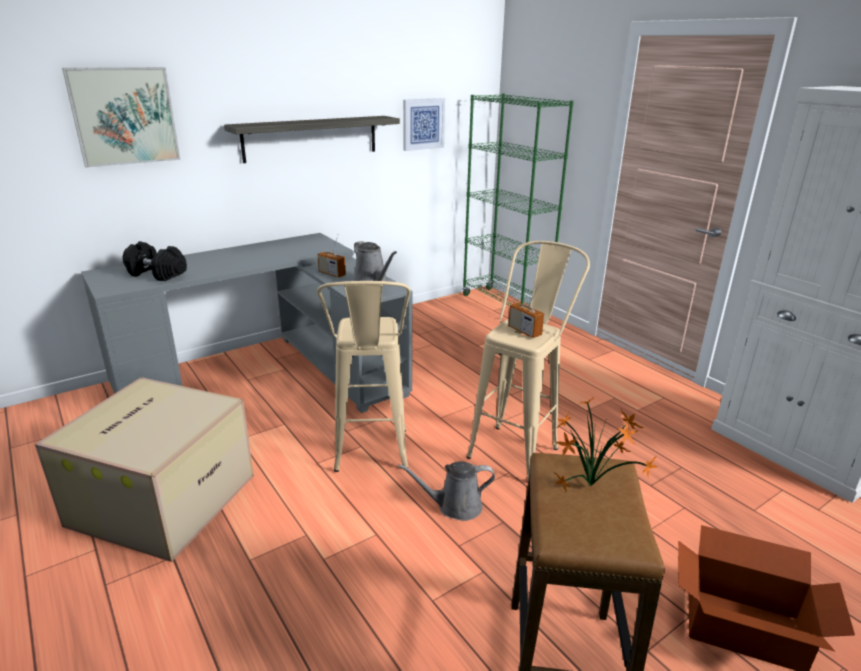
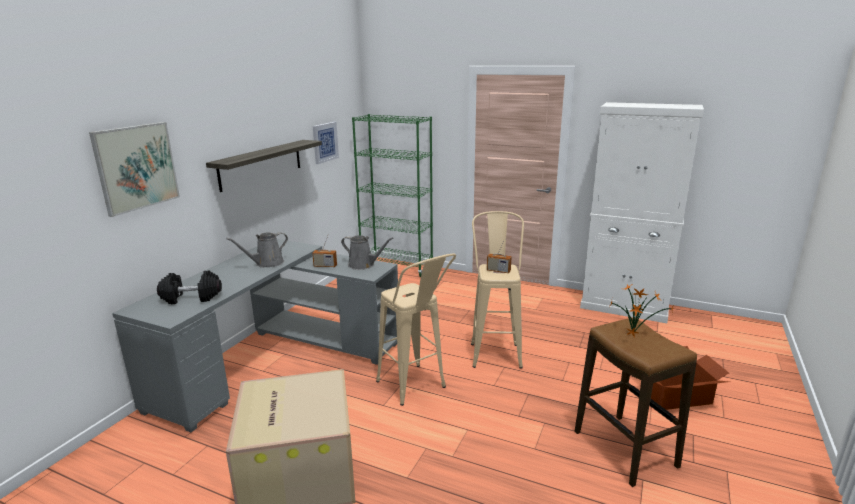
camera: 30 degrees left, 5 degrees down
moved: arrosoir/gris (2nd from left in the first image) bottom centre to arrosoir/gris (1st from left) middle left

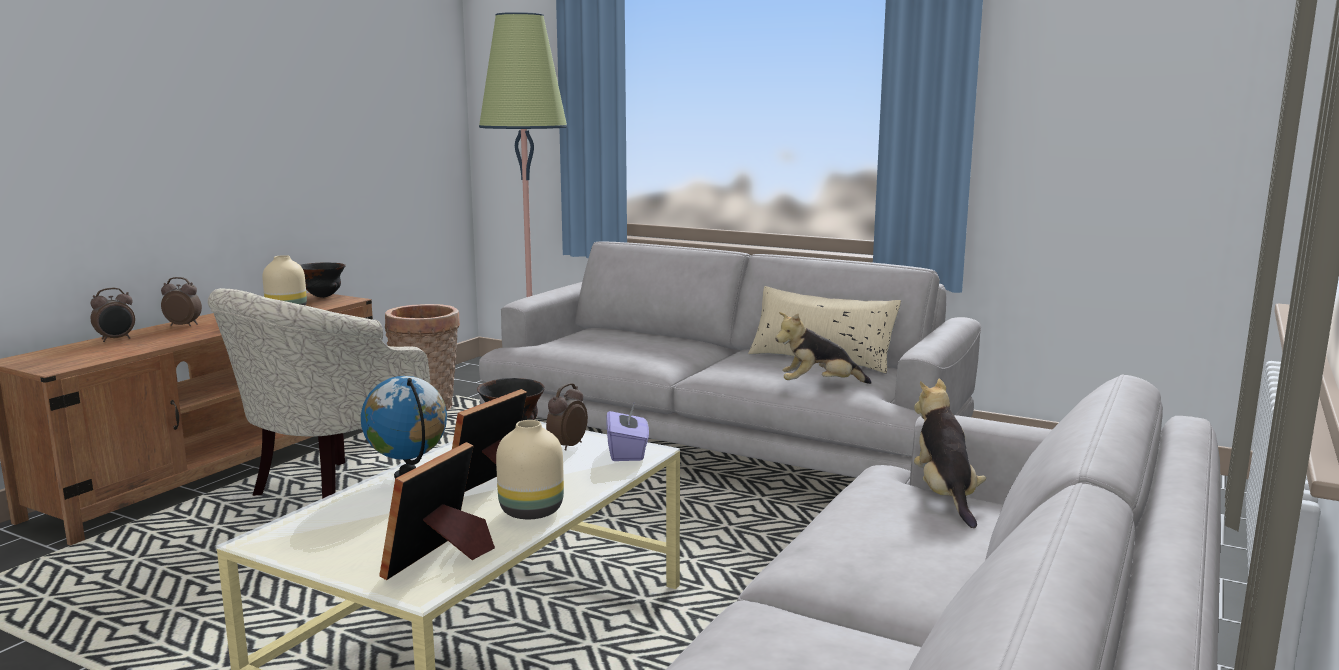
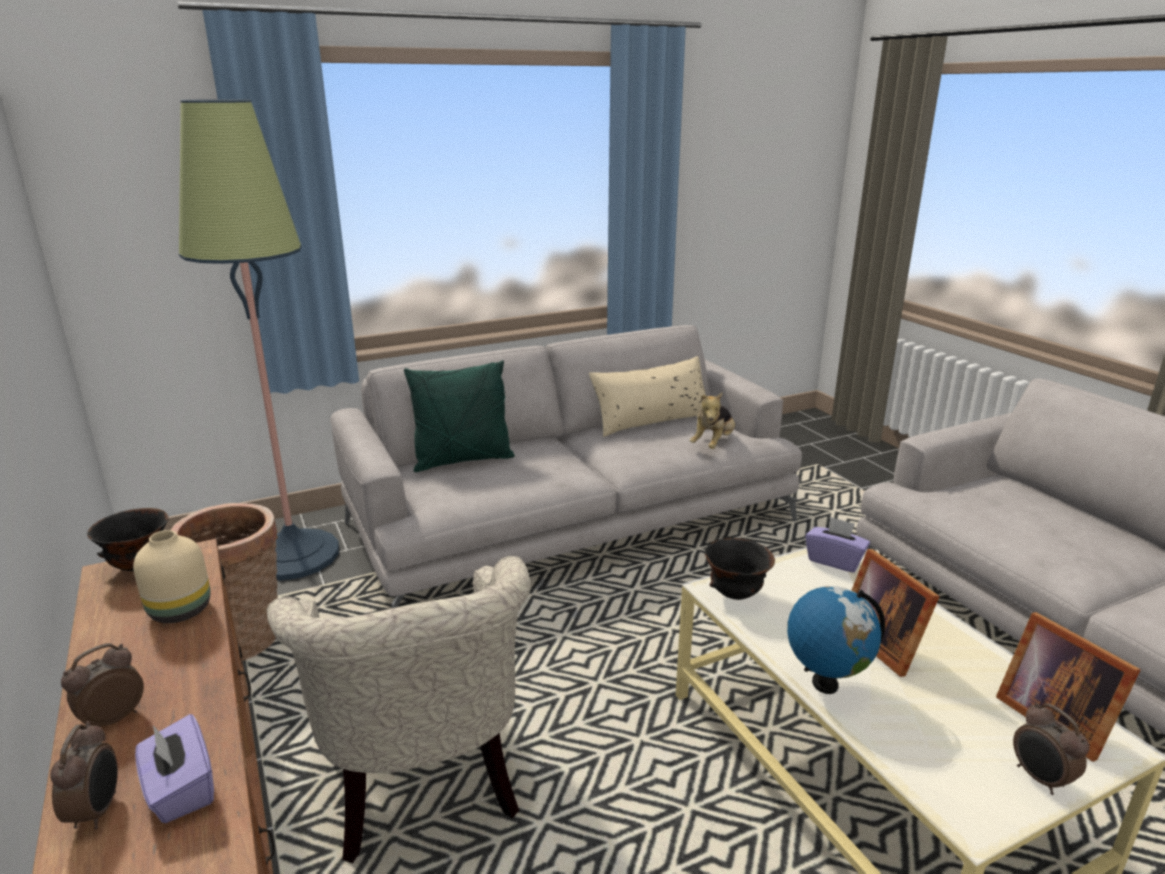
camera: 55 degrees left, 10 degrees up
removed: peluche (2nd from left) bottom right; vase/beige (2nd from left) bottom centre
added: coussin/vert centre; boîte à mouchoirs/violet (1st from left) bottom left
moved: réveil (3rd from left) centre to bottom right

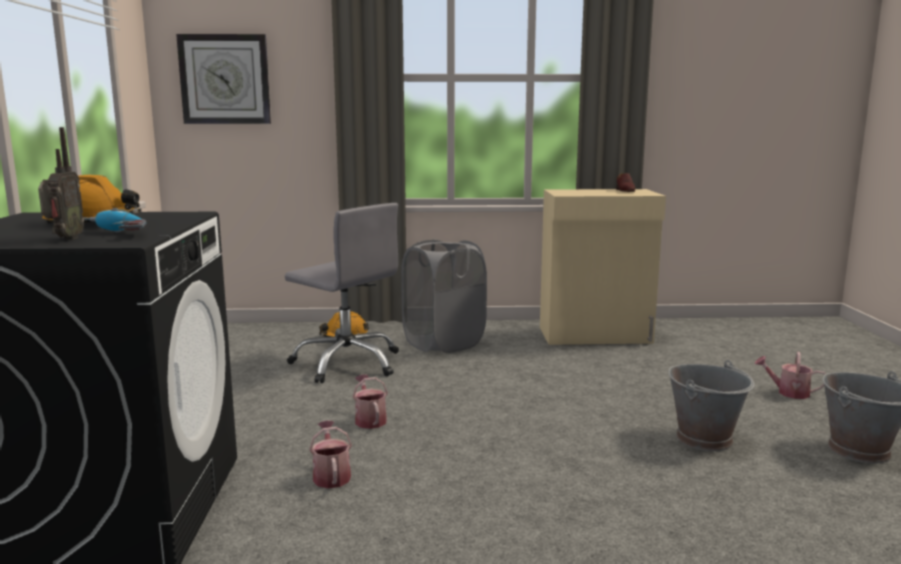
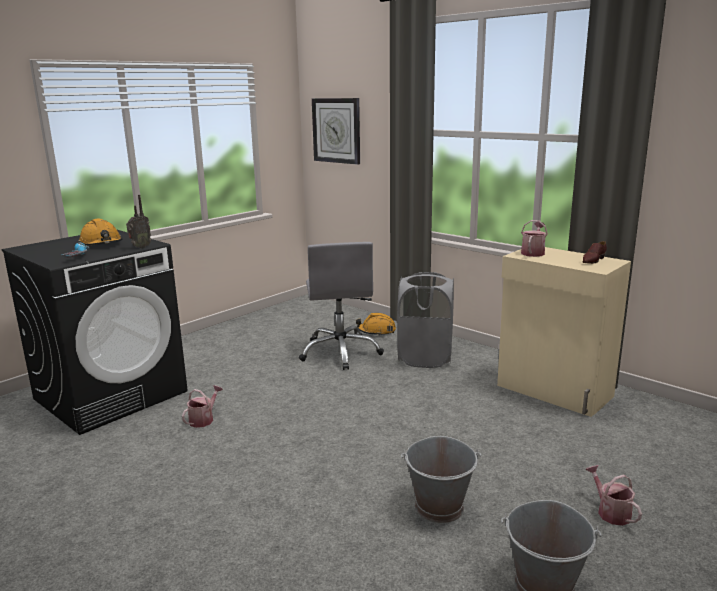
camera: 45 degrees right, 5 degrees up
moved: radio top left to middle left; arrosoir (2nd from left) bottom centre to middle right

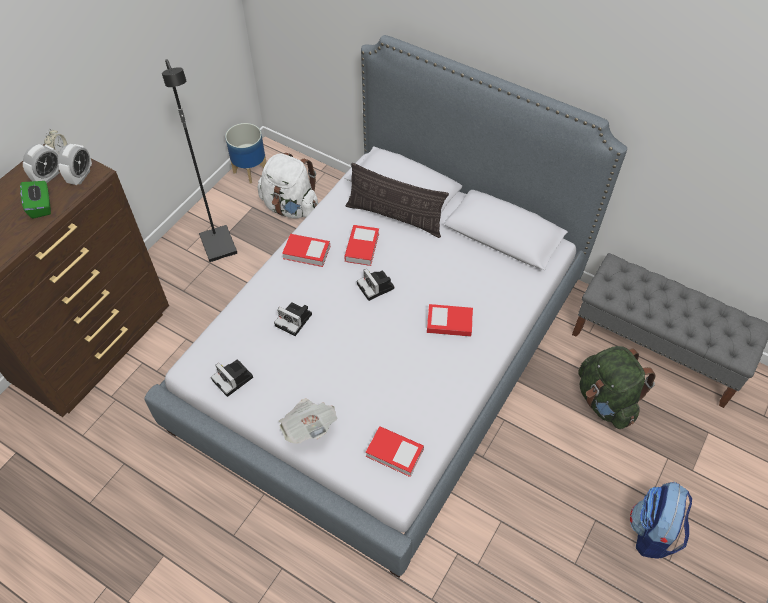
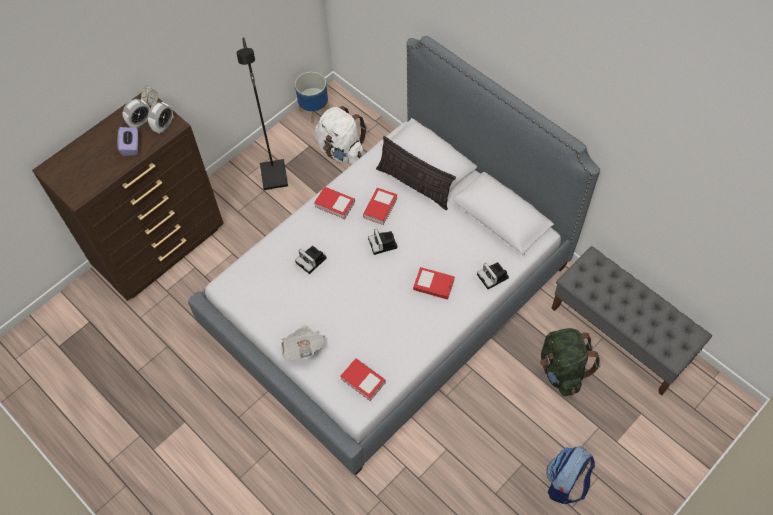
camera: 15 degrees right, 5 degrees up
moved: appareil photo (1st from left in the first image) middle left to appareil photo (3rd from left) centre
recoloured: boîte à mouchoirs/vert top left to boîte à mouchoirs/violet top left

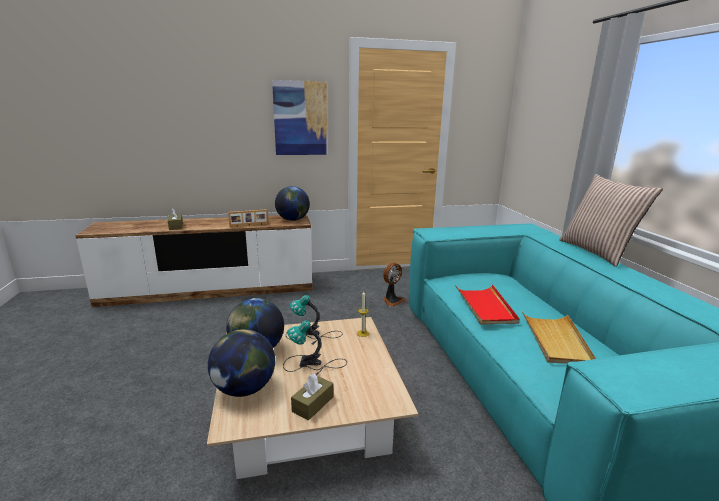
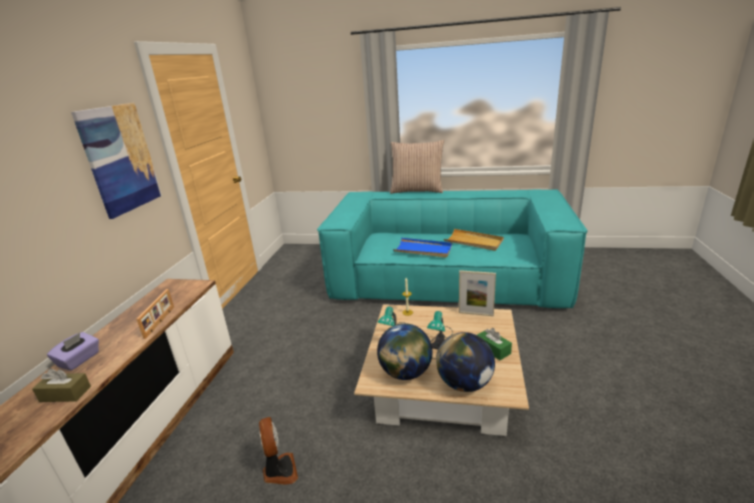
camera: 65 degrees left, 5 degrees up
removed: globe (3rd from left) centre
added: cadre photo (2nd from left) centre; boîte à mouchoirs/violet bottom left
moved: ventilateur centre to bottom centre
recoloured: plateau/rouge middle right to plateau/bleu centre; boîte à mouchoirs/marron (2nd from left) bottom centre to boîte à mouchoirs/vert bottom centre

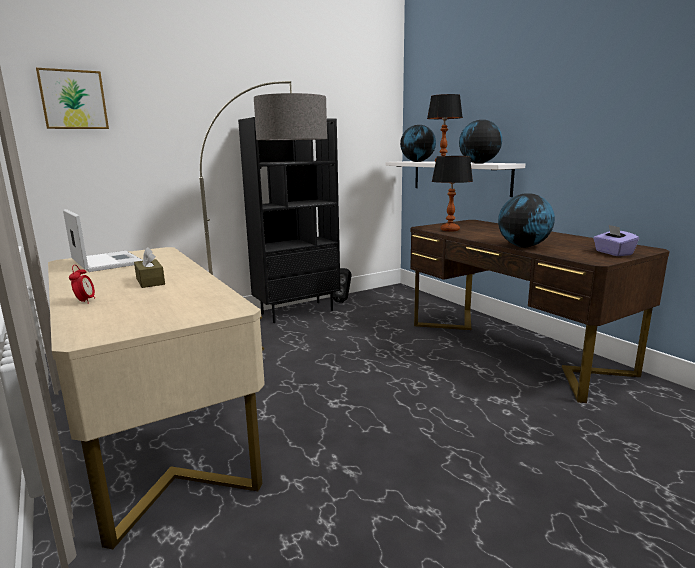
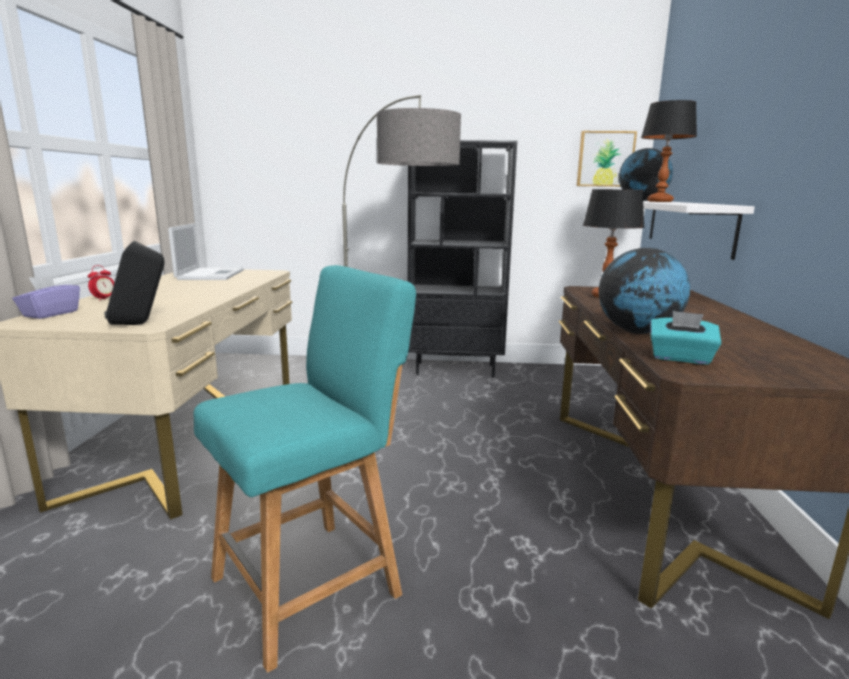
camera: 35 degrees right, 0 degrees up
removed: globe (2nd from left) top right; boîte à mouchoirs/marron middle left
added: chaise/turquoise bottom centre; boîte à mouchoirs/turquoise middle right
moved: tableau top left to top right; boîte à mouchoirs/violet middle right to middle left; enceinte/noir centre to middle left

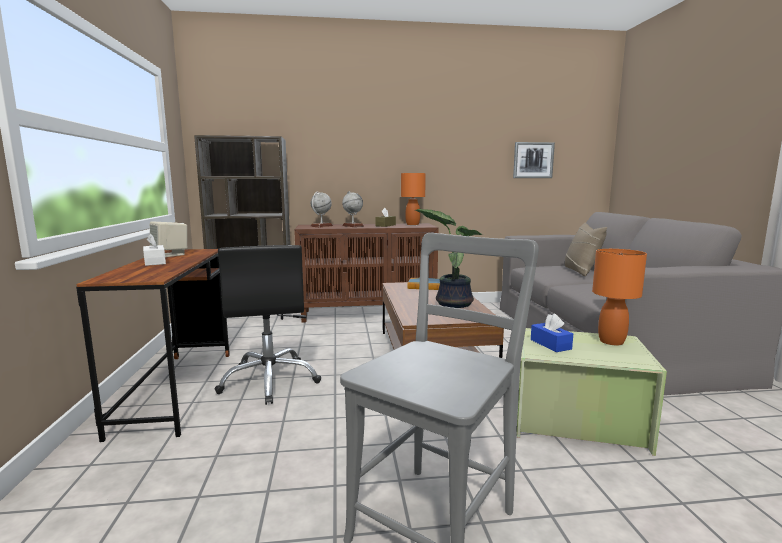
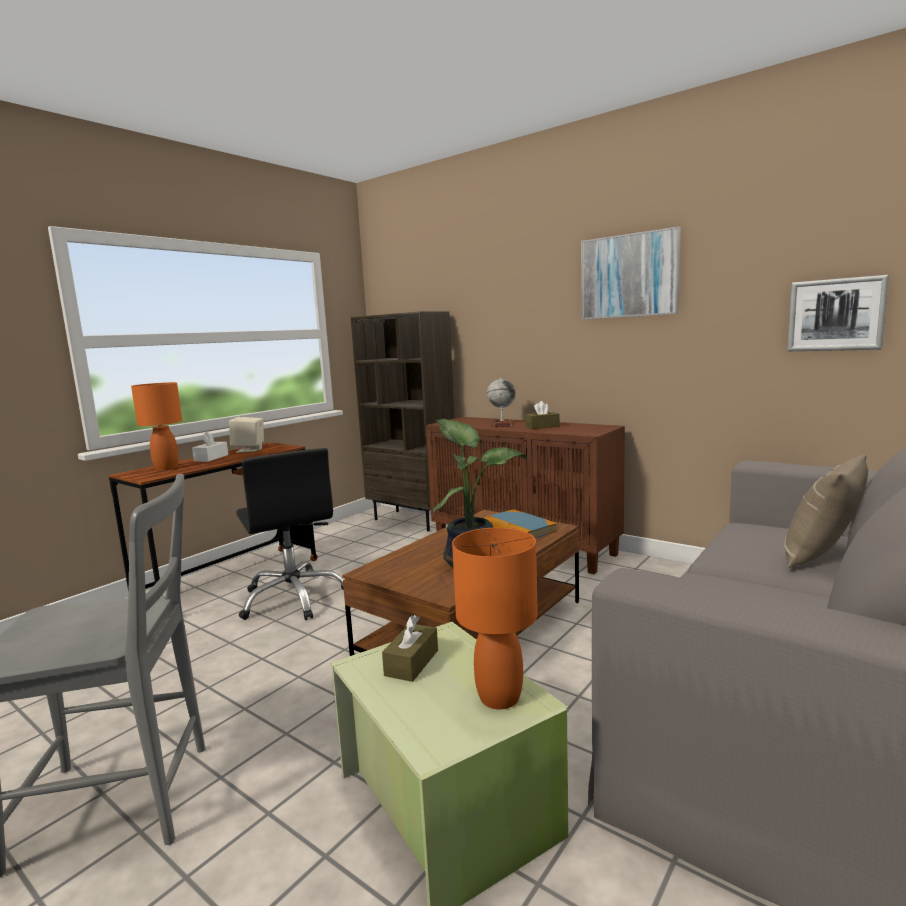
camera: 45 degrees right, 0 degrees up
removed: globe (1st from left) centre
added: tableau (1st from left) top right
moved: lampe de table/orange (1st from left) centre to middle left
recoloured: boîte à mouchoirs/bleu middle right to boîte à mouchoirs/marron (1st from left) bottom centre
turned: chaise de bureau/noir centre = middle left 60 degrees counterclockwise

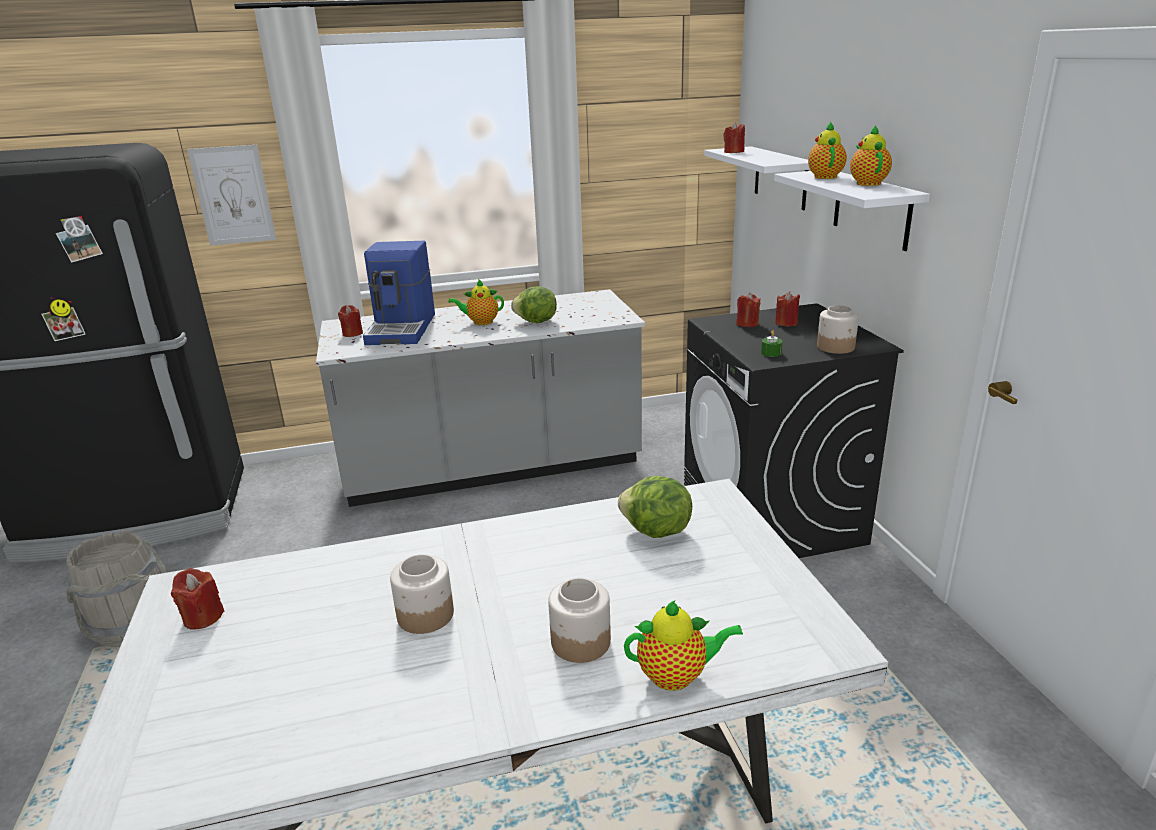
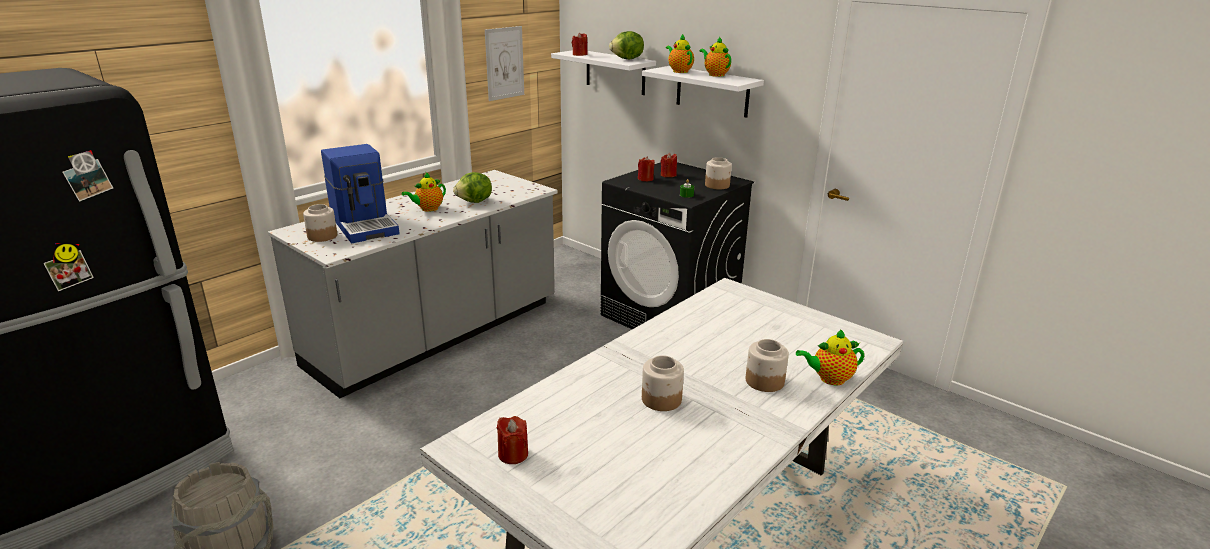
camera: 35 degrees left, 0 degrees up
moved: tableau top left to top centre; laitue (2nd from left) centre to top centre
replaced: bougie/rouge (2nd from left) middle left to bocal (1st from left) middle left
turned: théière (2nd from left in the first image) bottom centre = middle right 150 degrees counterclockwise

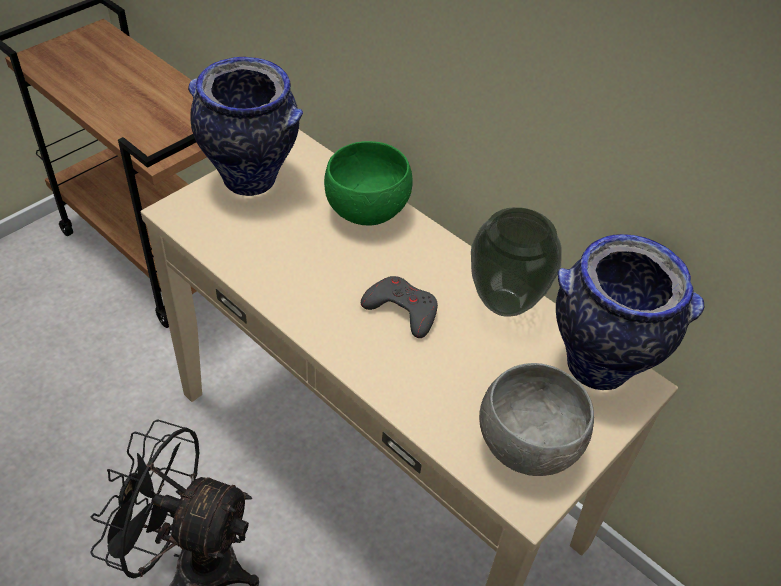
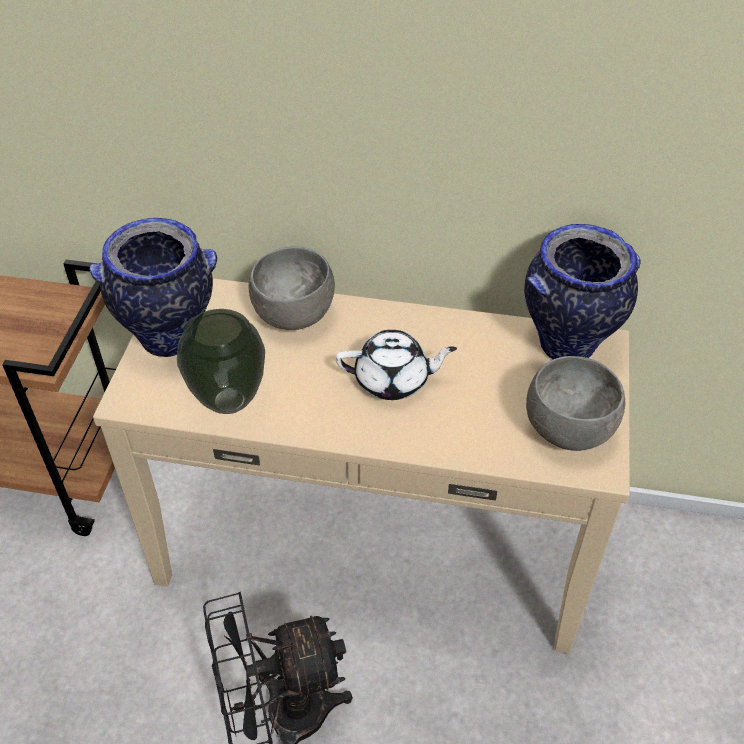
camera: 30 degrees left, 0 degrees up
moved: vase (2nd from left) centre to middle left
replaced: manette/gris centre to théière/blanc centre
recoloured: bol/vert top centre to bol/gris (1st from left) centre

